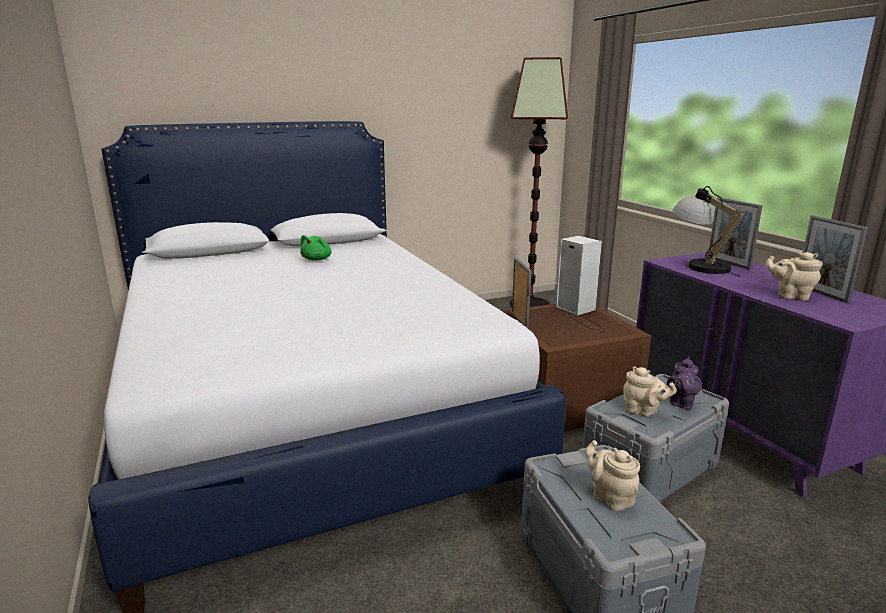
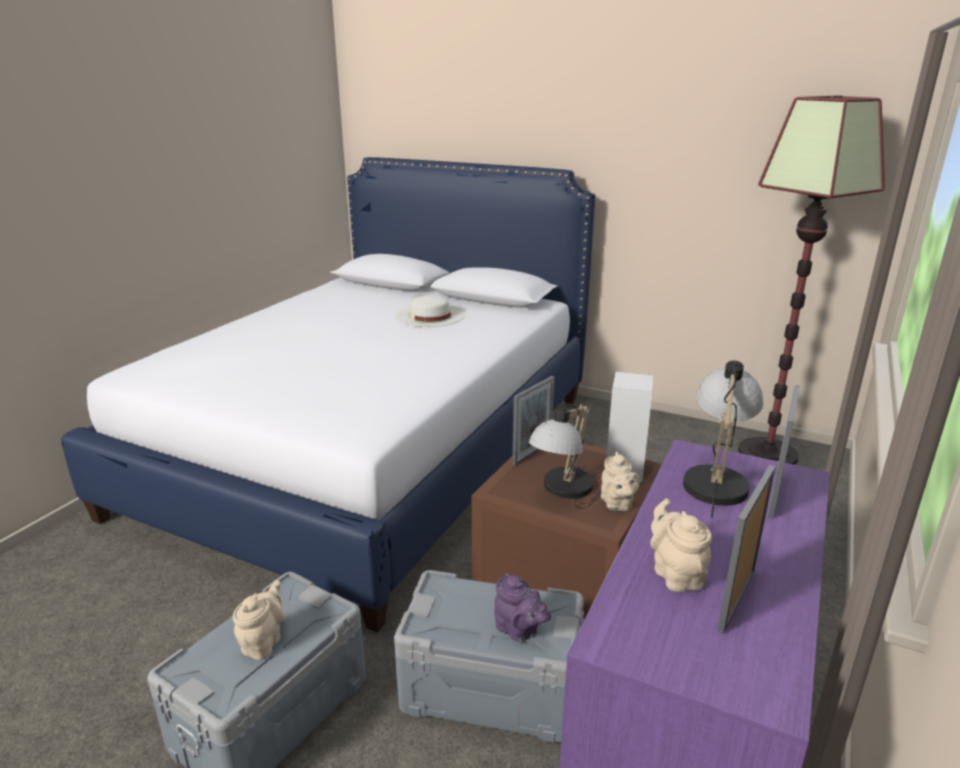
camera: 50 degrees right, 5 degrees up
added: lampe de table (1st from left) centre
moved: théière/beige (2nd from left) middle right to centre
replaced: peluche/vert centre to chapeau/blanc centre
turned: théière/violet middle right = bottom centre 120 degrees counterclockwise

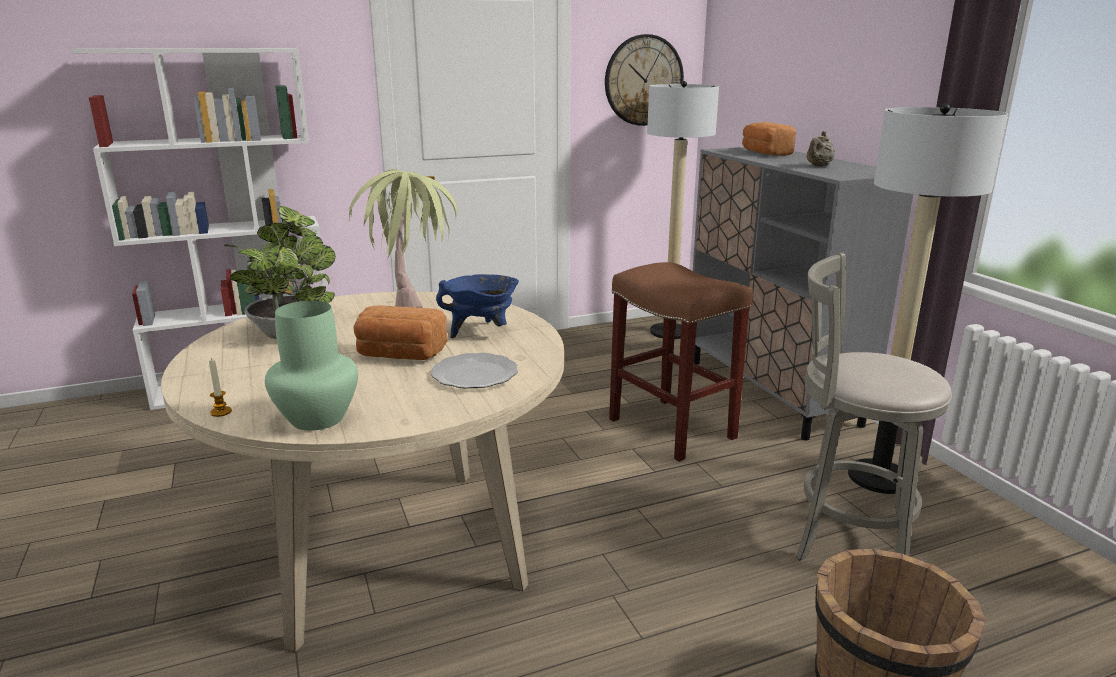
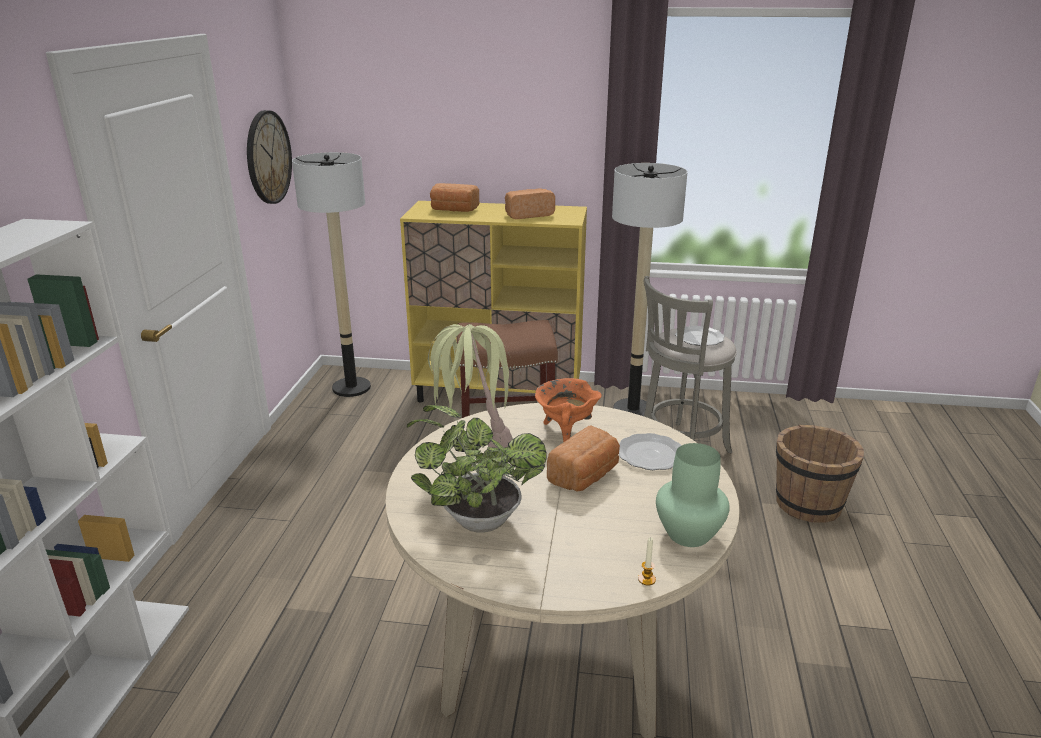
camera: 60 degrees left, 5 degrees up
added: assiette (2nd from left) middle right
replaced: théière/beige top right to pain (2nd from left) top centre
recoloured: meuble de rangement/gris middle right to meuble de rangement/jaune centre; marmite/bleu centre to marmite/orange centre

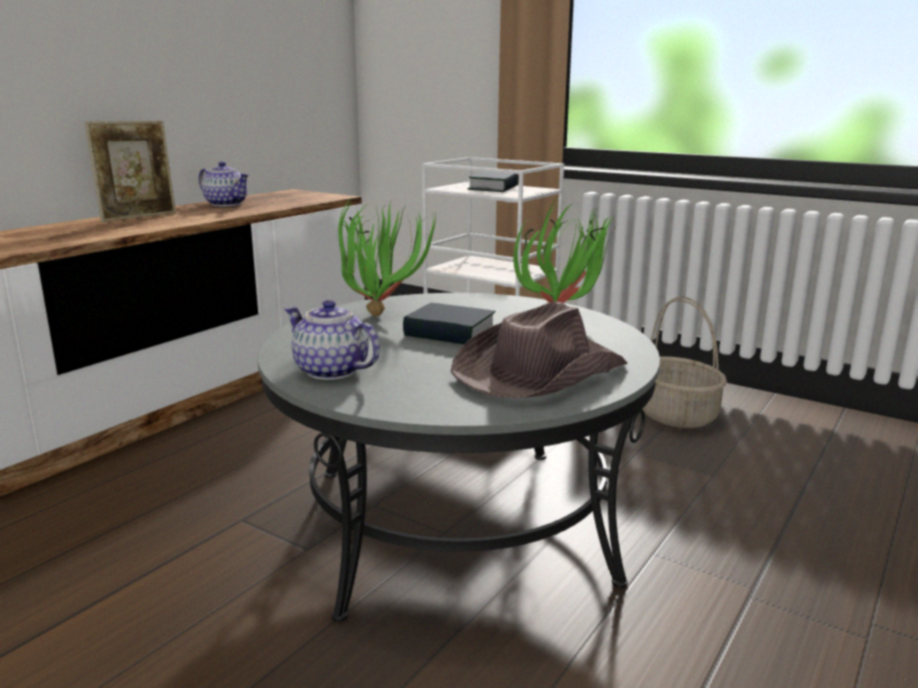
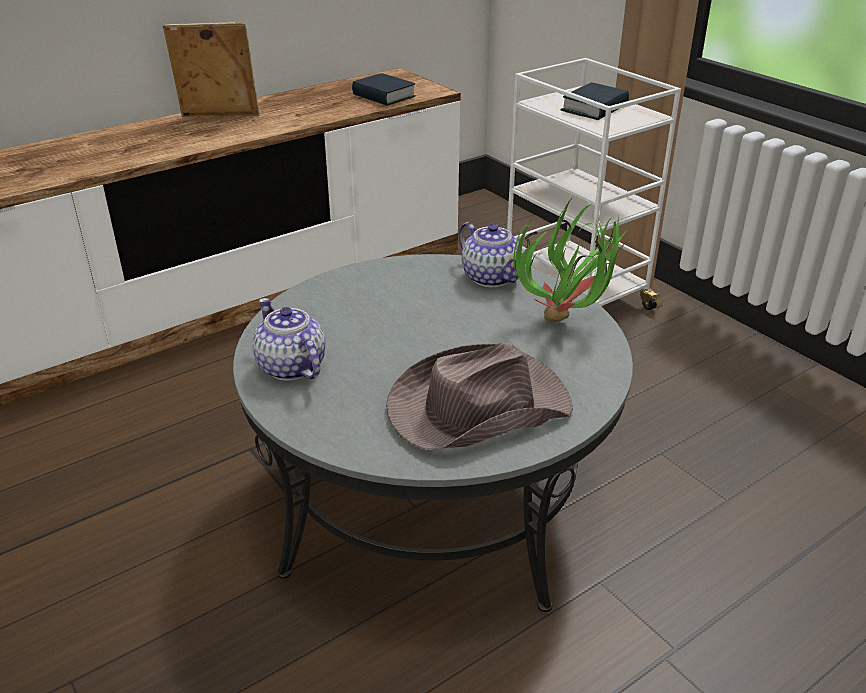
camera: 20 degrees right, 15 degrees up
removed: plante en pot (1st from left) centre; panier middle right
moved: théière (1st from left in the first image) top left to théière (2nd from left) centre; livre (1st from left) centre to top centre
turned: cadre photo top left = top left 150 degrees counterclockwise

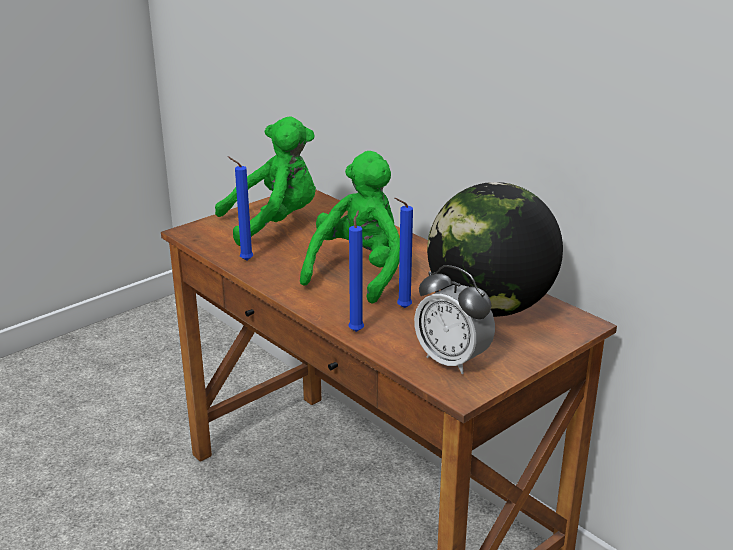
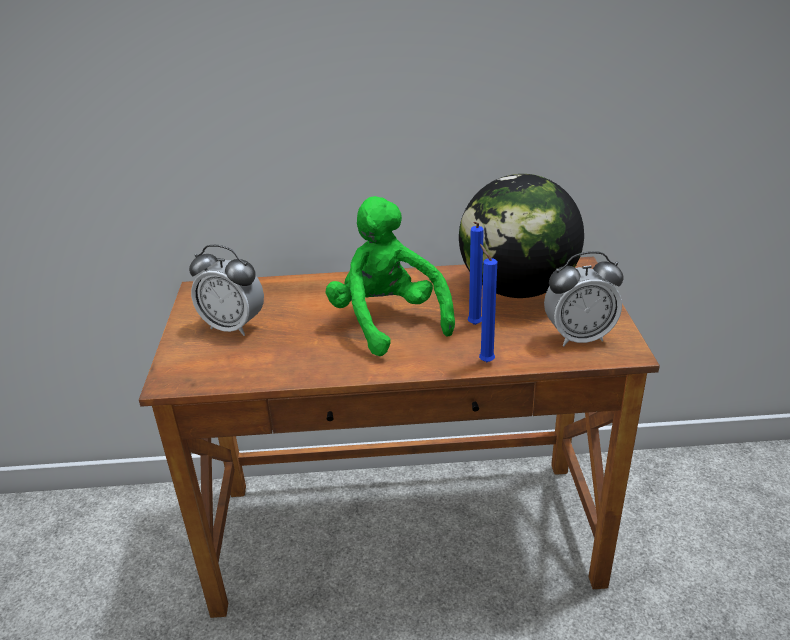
camera: 50 degrees left, 5 degrees up
removed: bougie/bleu (1st from left) middle left
replaced: peluche/vert (1st from left) top centre to réveil (1st from left) middle left

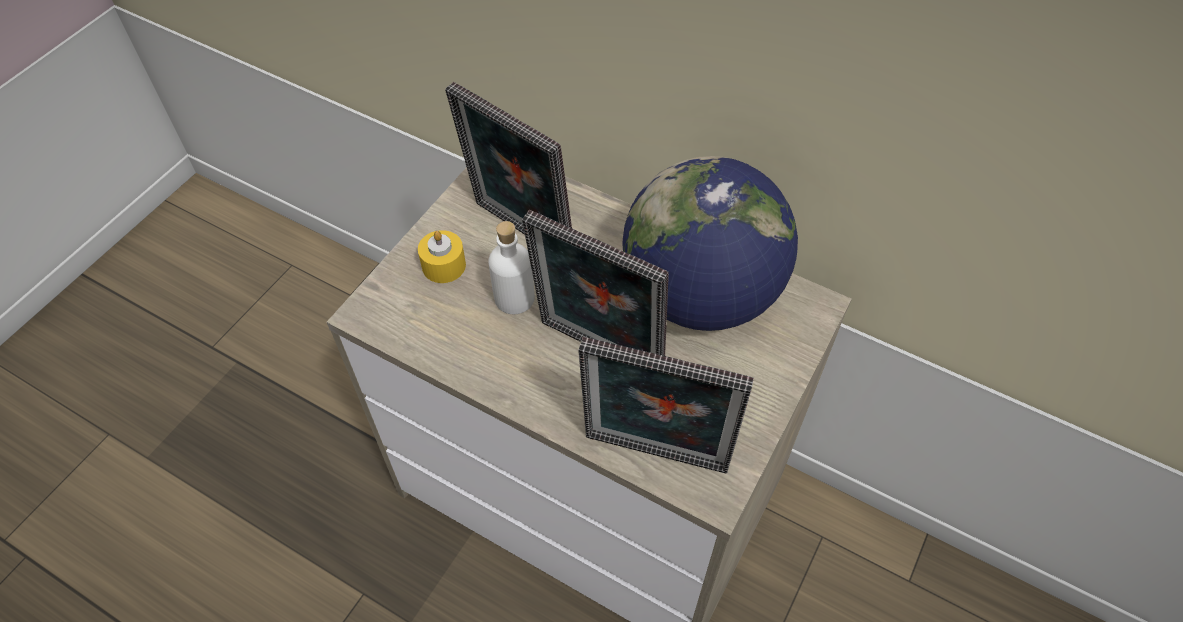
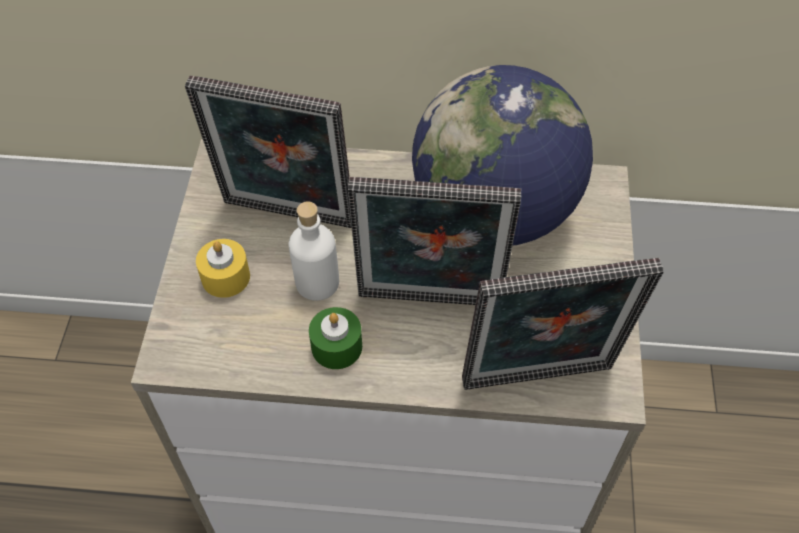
camera: 25 degrees left, 0 degrees up
added: bougie/vert centre

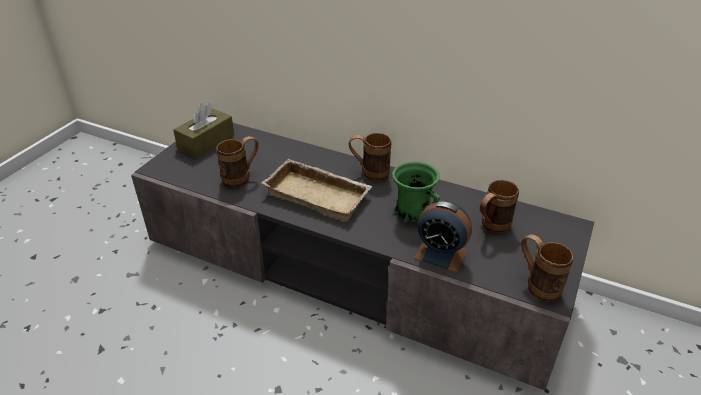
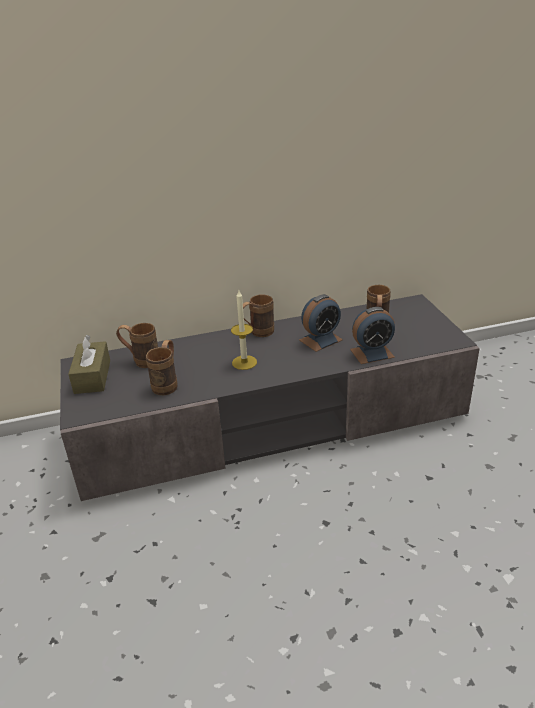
camera: 40 degrees left, 5 degrees down
moved: mug/marron (4th from left in the first image) bottom right to mug/marron (1st from left) middle left
replaced: plateau/beige centre to bougie centre; mug/vert centre to réveil (1st from left) centre

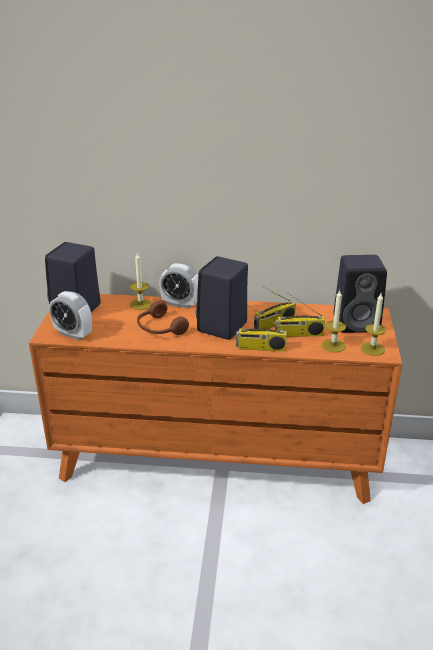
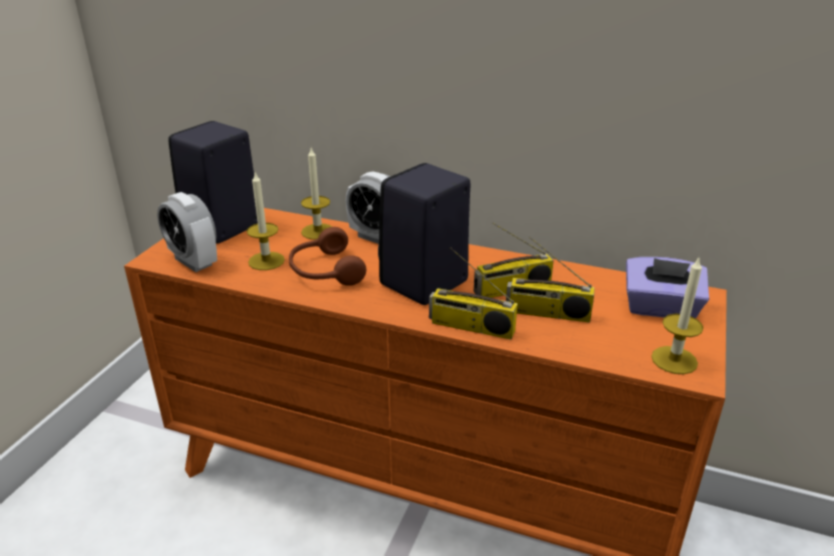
camera: 15 degrees right, 0 degrees up
moved: bougie (2nd from left in the first image) middle right to bougie (1st from left) middle left
replaced: enceinte/noir (3rd from left) middle right to boîte à mouchoirs/violet middle right

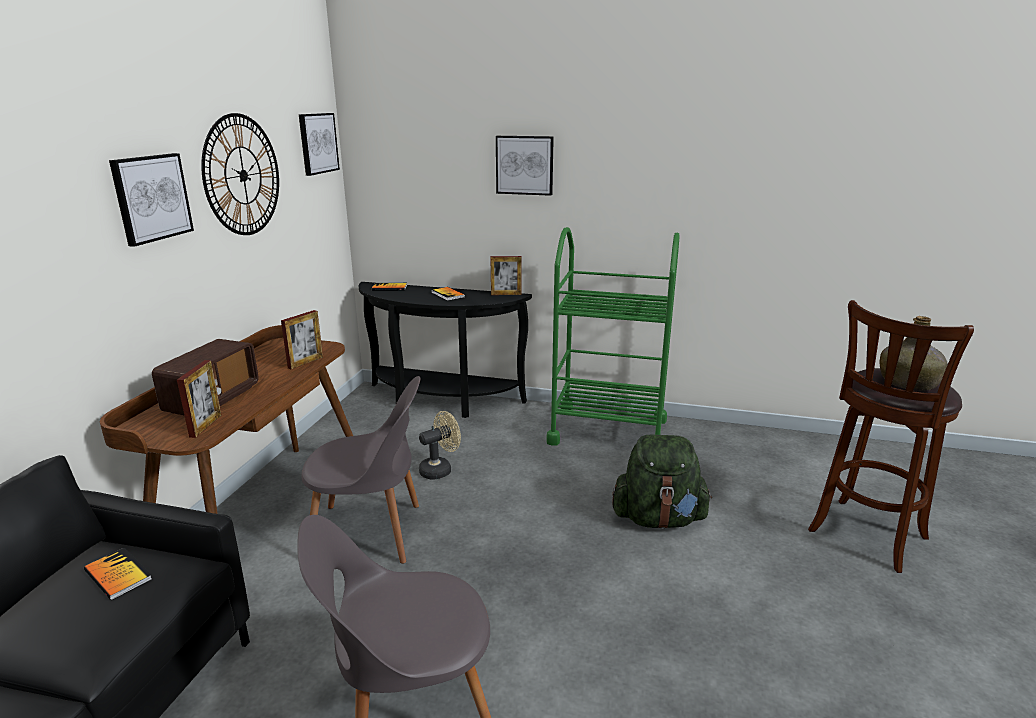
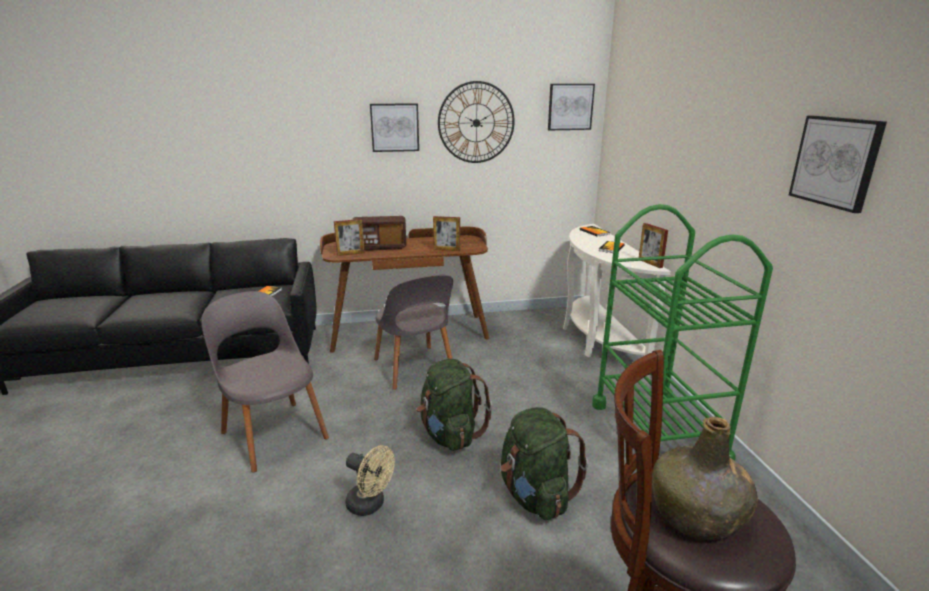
camera: 65 degrees right, 0 degrees up
added: sac à dos/vert (1st from left) bottom centre
moved: tableau (3rd from left) top centre to top right; ventilateur/beige centre to bottom centre
recoloured: table console/noir centre to table console/blanc centre

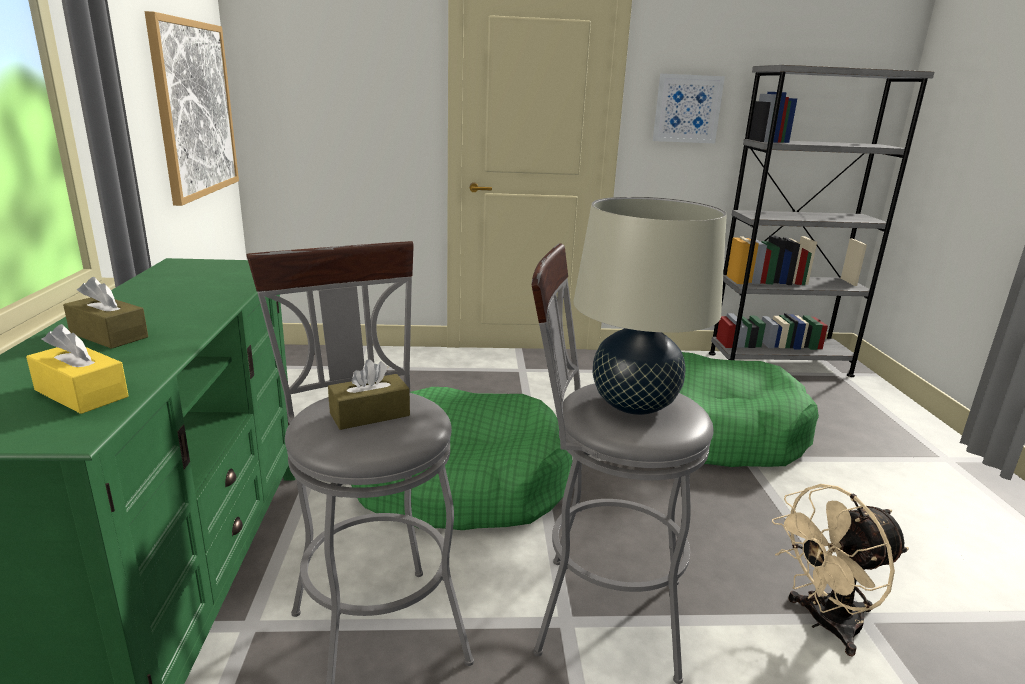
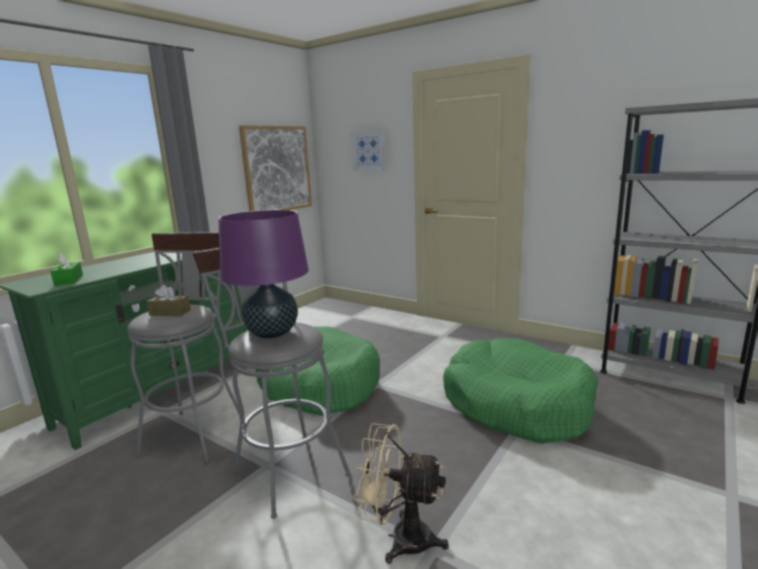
camera: 40 degrees right, 5 degrees down
removed: boîte à mouchoirs/marron (1st from left) middle left
moved: tableau (2nd from left) top right to top centre
recoloured: lampe de table/beige centre to lampe de table/violet centre; boîte à mouchoirs/jaune middle left to boîte à mouchoirs/vert middle left

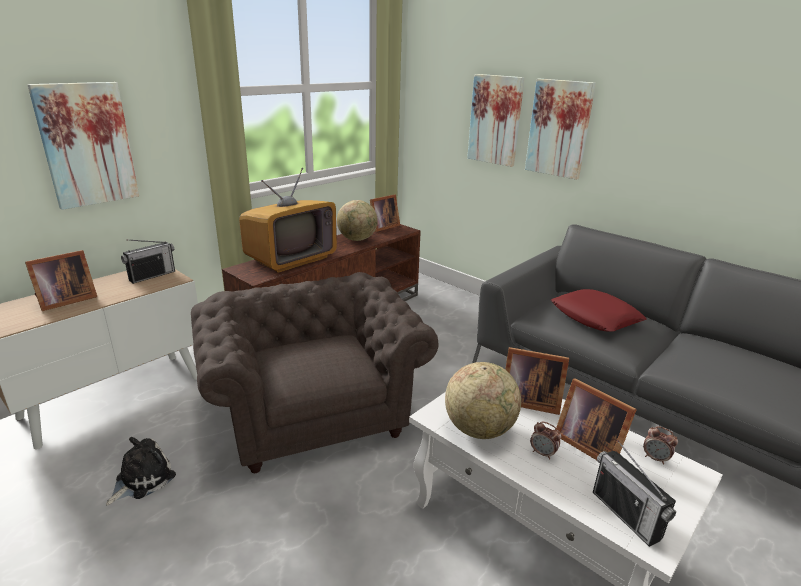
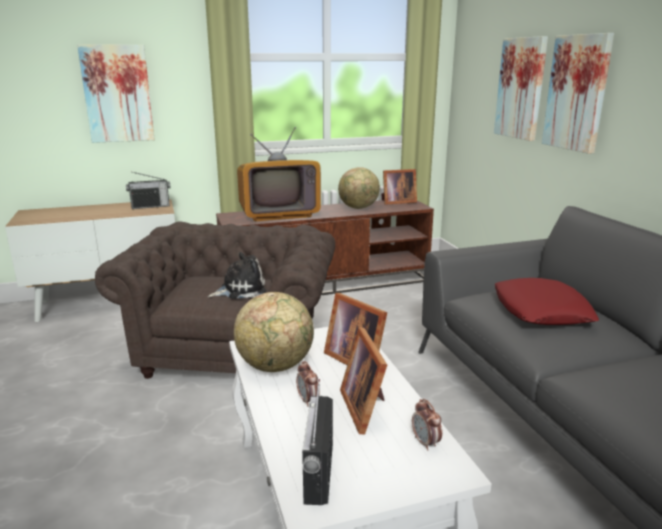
camera: 30 degrees right, 5 degrees down
removed: cadre photo (1st from left) middle left
moved: peluche bottom left to centre

